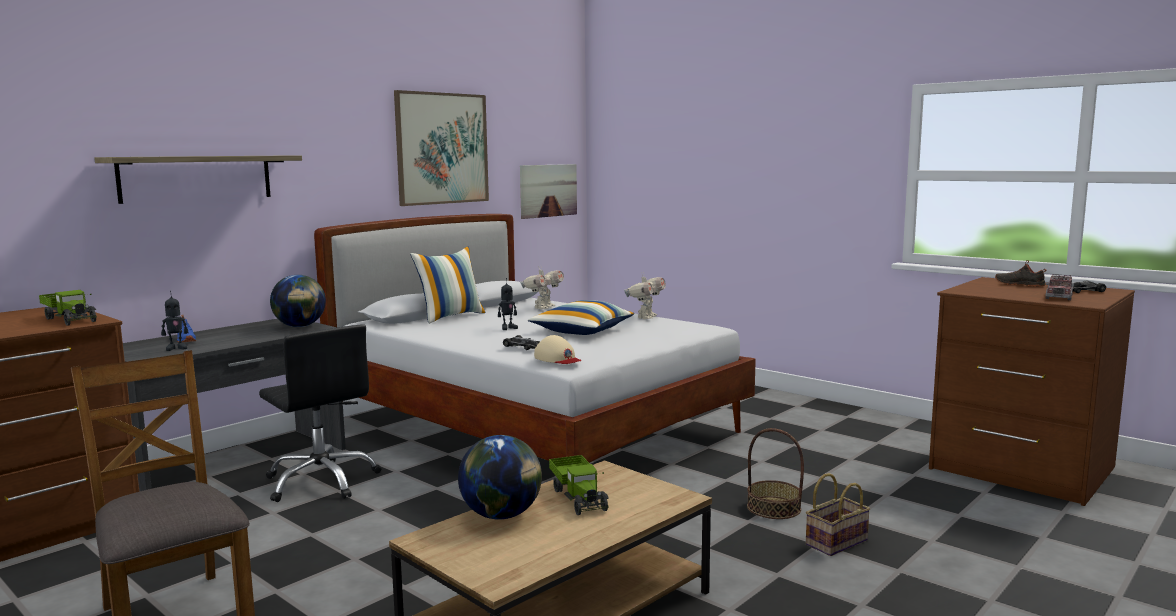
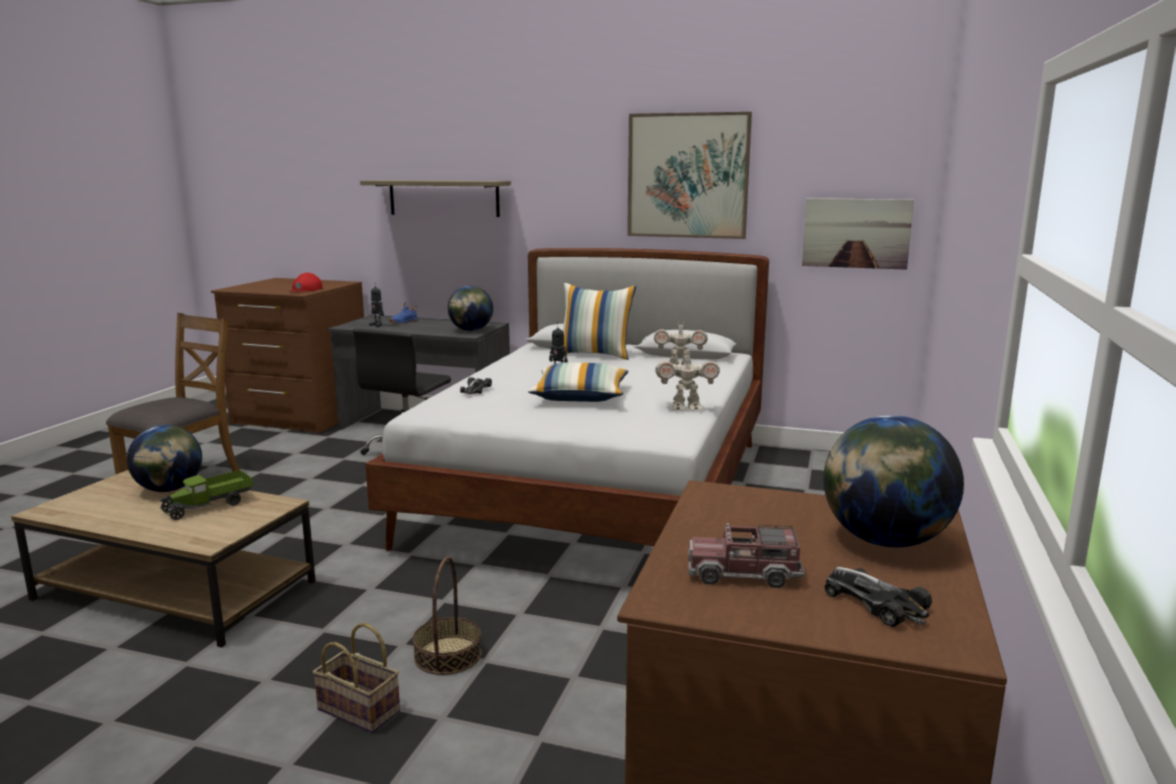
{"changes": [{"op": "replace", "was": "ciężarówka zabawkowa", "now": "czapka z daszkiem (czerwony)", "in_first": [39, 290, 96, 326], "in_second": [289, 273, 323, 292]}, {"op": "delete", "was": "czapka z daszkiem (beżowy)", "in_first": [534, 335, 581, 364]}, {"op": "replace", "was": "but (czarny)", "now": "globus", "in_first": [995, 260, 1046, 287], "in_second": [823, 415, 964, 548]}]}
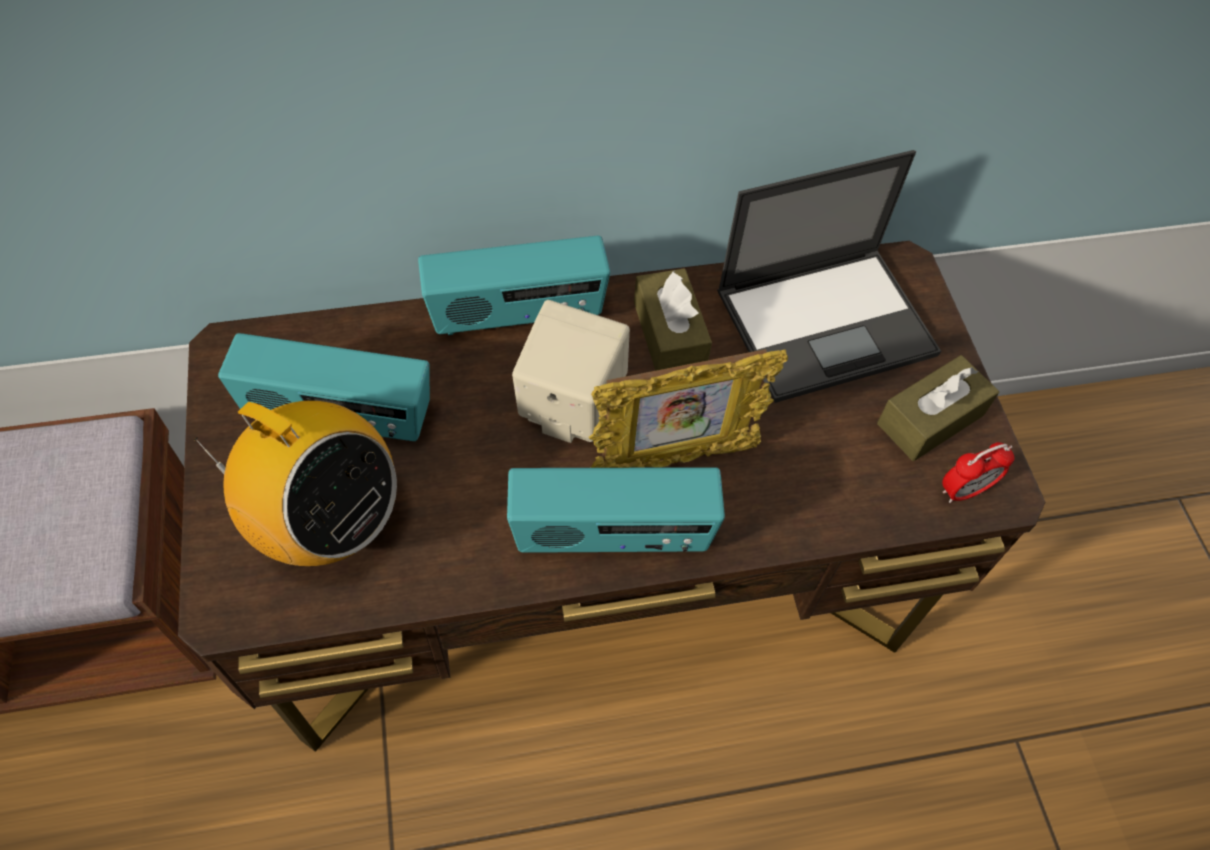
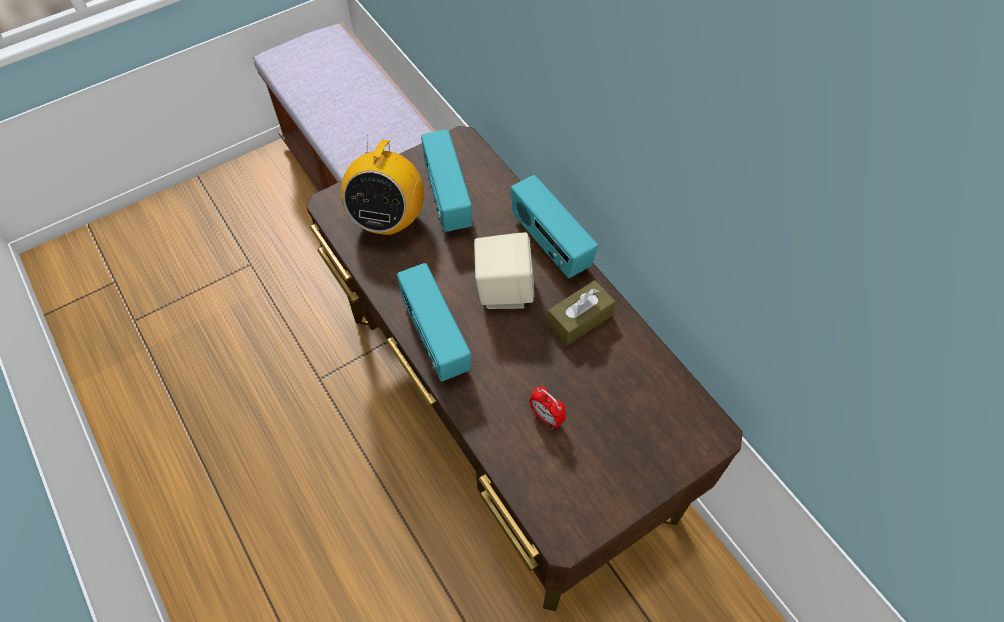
{"changes": [{"op": "delete", "was": "ramka na zdjęcie", "in_first": [589, 349, 788, 468]}, {"op": "delete", "was": "laptop", "in_first": [717, 150, 941, 403]}, {"op": "delete", "was": "pudełko chusteczek (brązowy)", "in_first": [877, 355, 999, 461]}, {"op": "move", "was": "budzik", "in_first": [942, 442, 1015, 503], "in_second": [529, 387, 566, 429]}]}
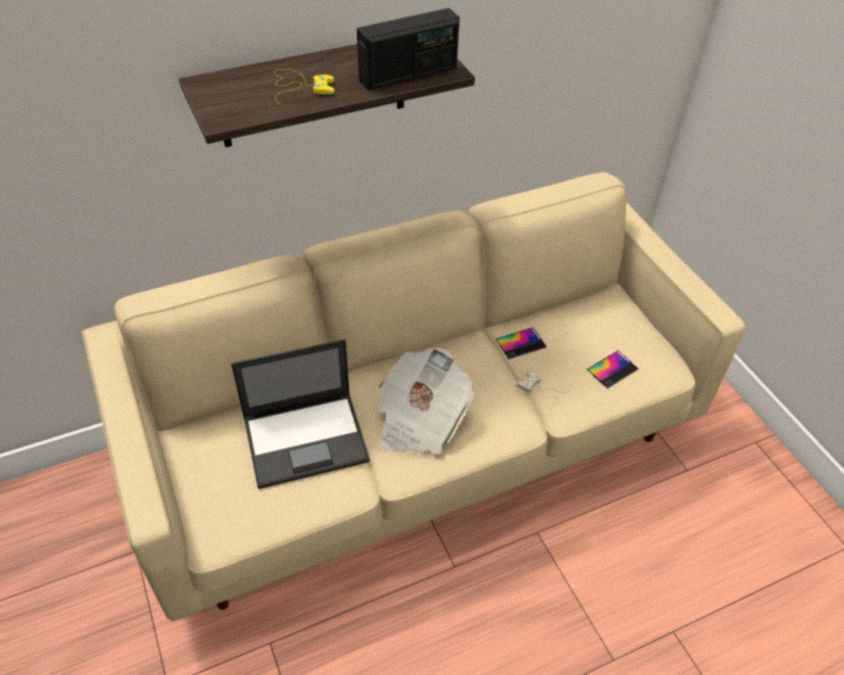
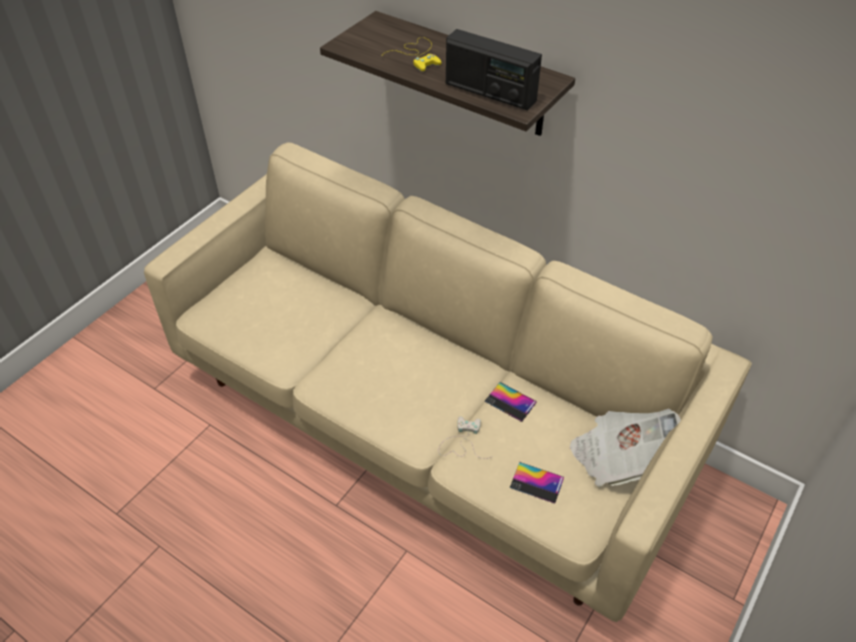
{"changes": [{"op": "delete", "was": "laptop", "in_first": [231, 339, 370, 489]}, {"op": "move", "was": "gazeta", "in_first": [377, 347, 474, 454], "in_second": [570, 409, 681, 487]}]}
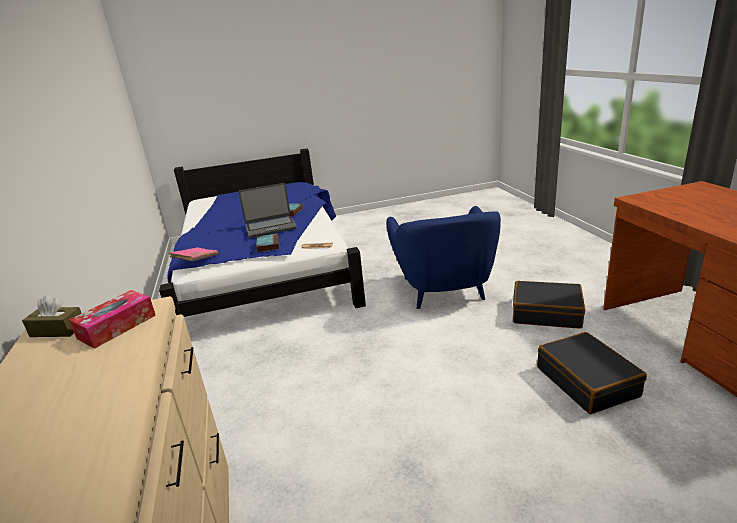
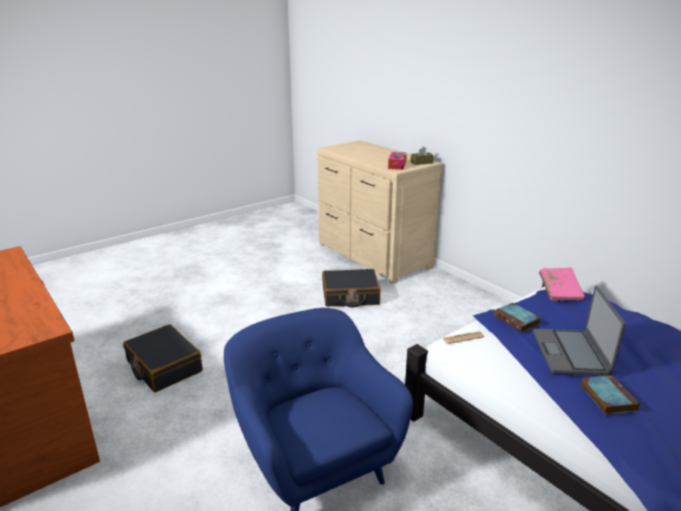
{"changes": [{"op": "rotate", "was": "laptop", "in_first": [238, 183, 297, 238], "in_second": [533, 286, 626, 376], "clockwise": -45}, {"op": "move", "was": "walizka (czarny)", "in_first": [513, 281, 585, 329], "in_second": [322, 269, 380, 307]}]}
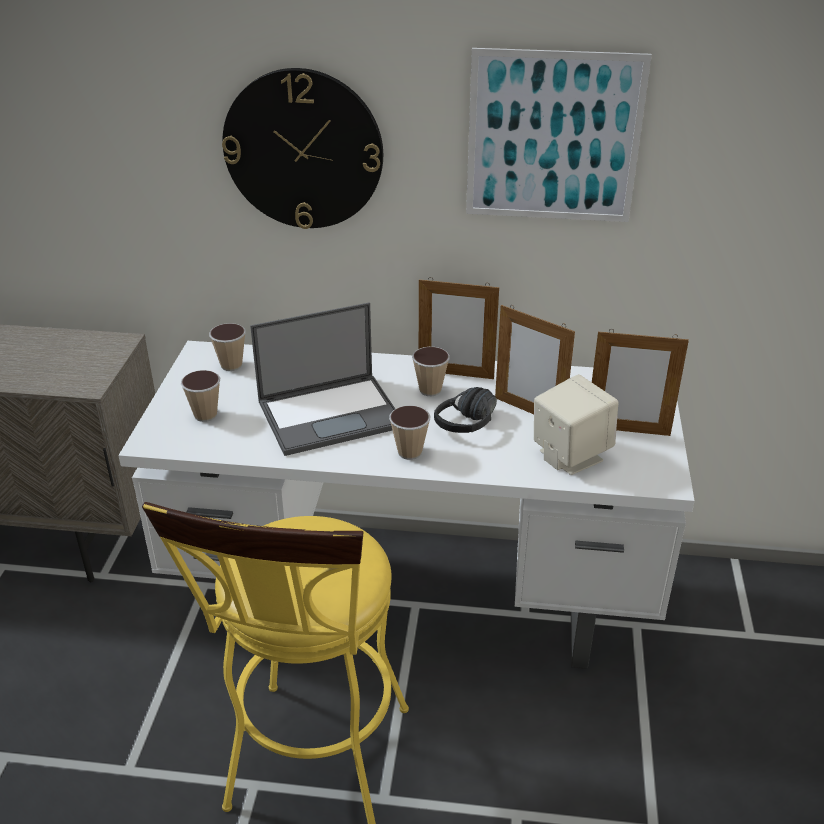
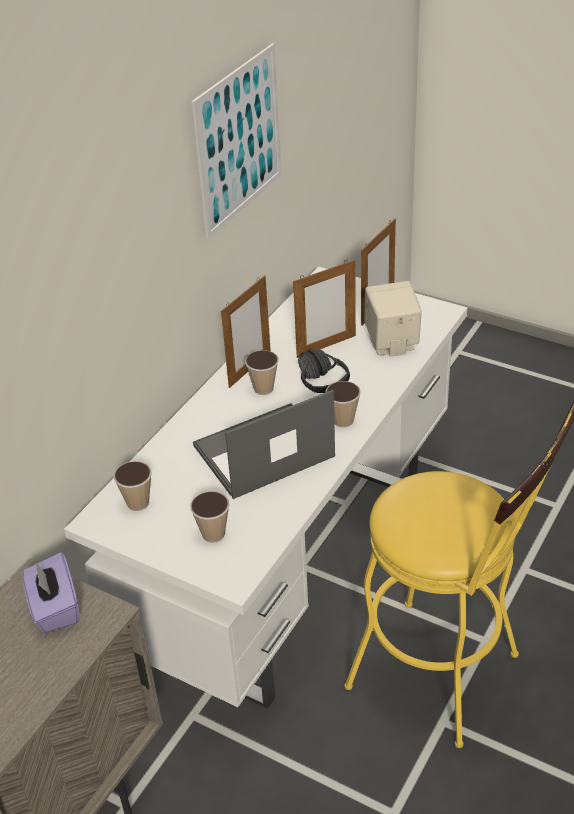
{"changes": [{"op": "delete", "was": "zegar ścienny", "in_first": [222, 68, 383, 229]}, {"op": "rotate", "was": "laptop", "in_first": [250, 302, 395, 456], "in_second": [193, 390, 335, 499], "clockwise": -120}, {"op": "insert", "now": "pudełko chusteczek (fioletowy)", "in_second": [22, 552, 80, 633]}]}
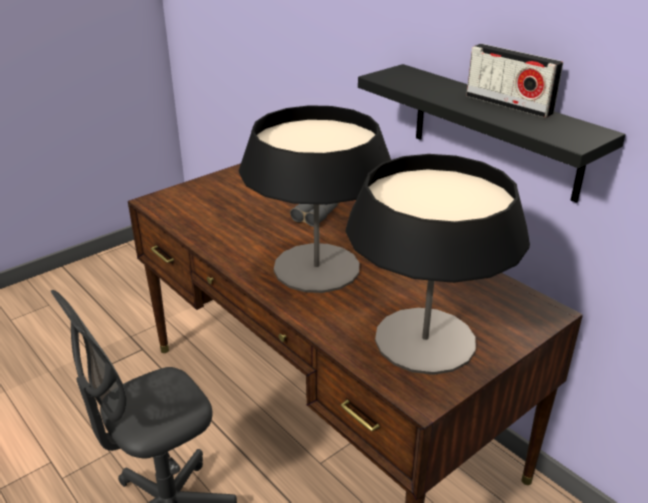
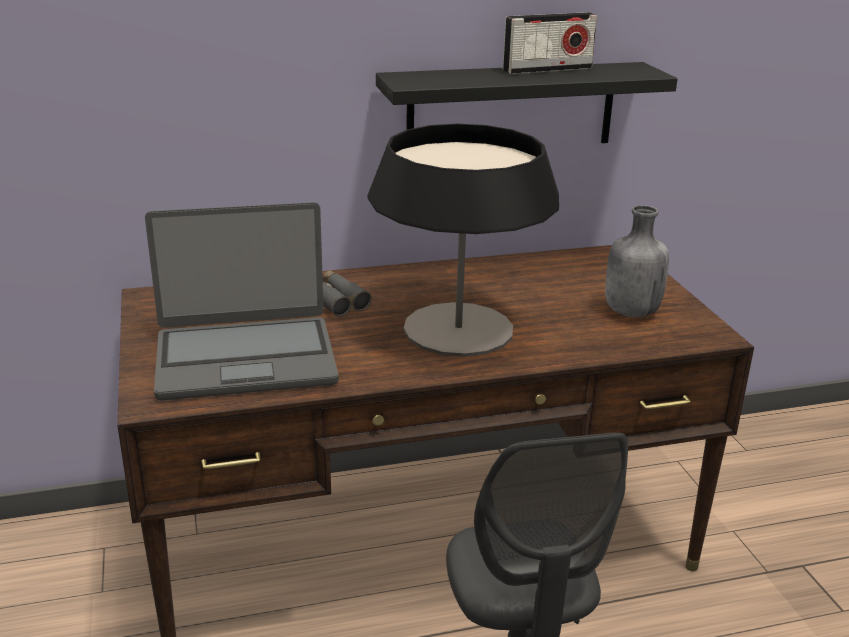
{"changes": [{"op": "replace", "was": "lampa stołowa", "now": "butelka (szary)", "in_first": [346, 154, 530, 375], "in_second": [605, 205, 669, 317]}, {"op": "insert", "now": "laptop", "in_second": [145, 202, 339, 400]}]}
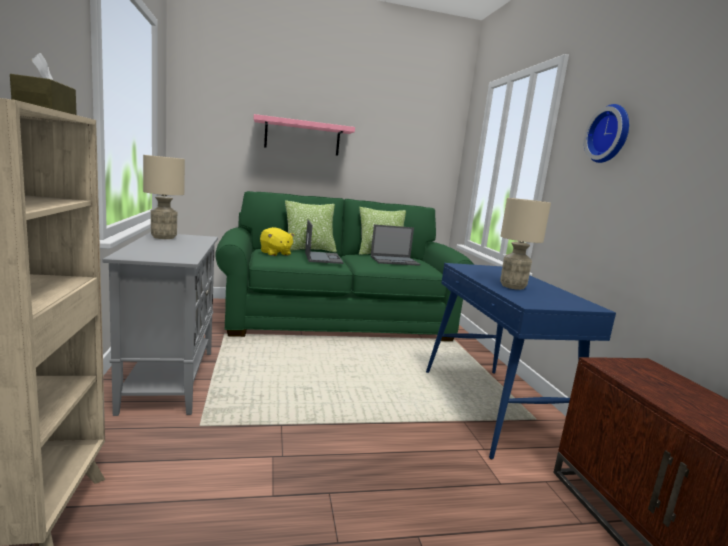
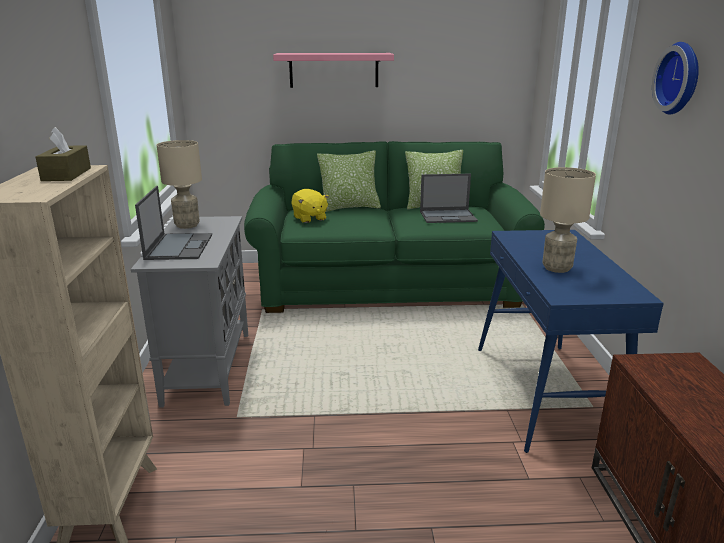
{"changes": [{"op": "move", "was": "laptop", "in_first": [305, 219, 343, 264], "in_second": [135, 186, 212, 260]}]}
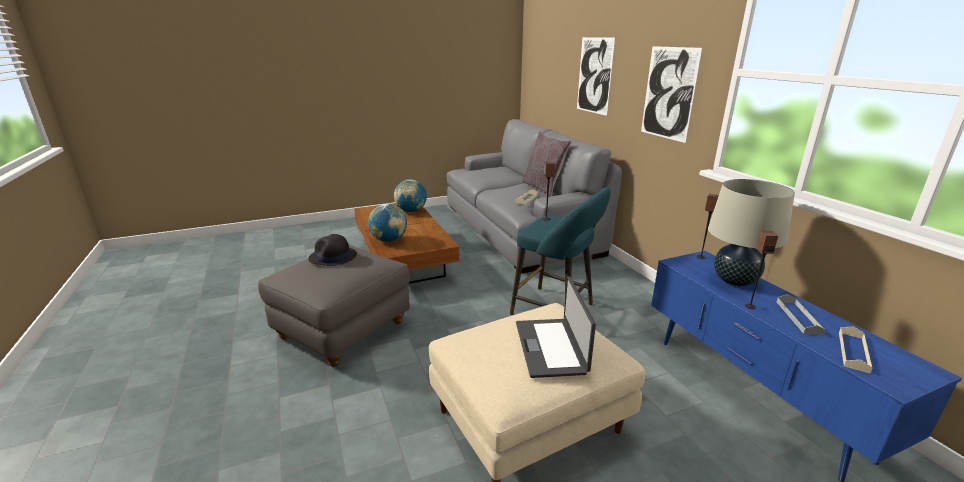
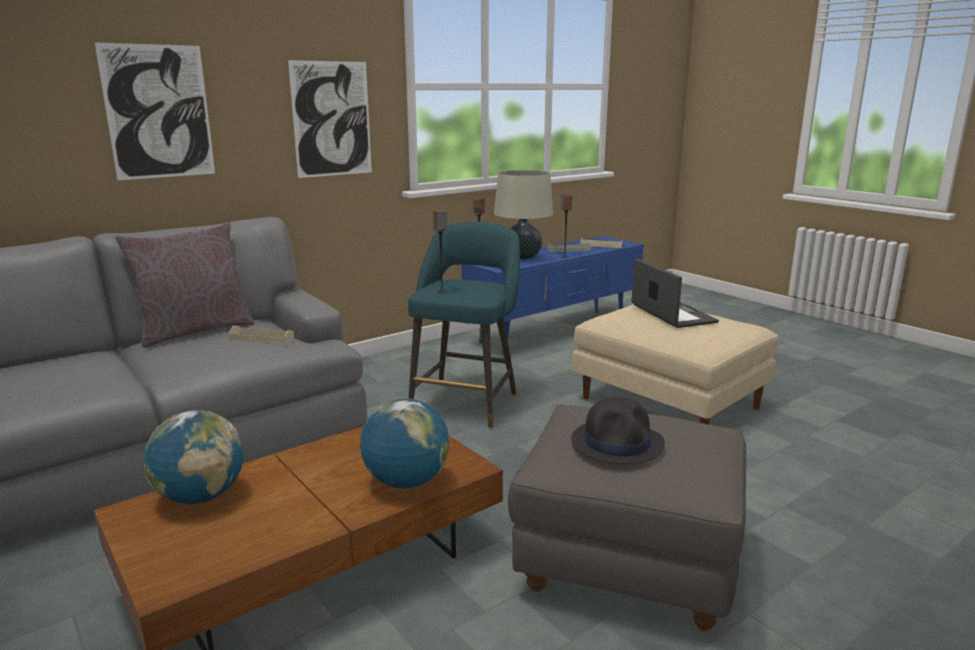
{"changes": [{"op": "rotate", "was": "laptop", "in_first": [516, 276, 596, 378], "in_second": [632, 259, 719, 328], "clockwise": -90}]}
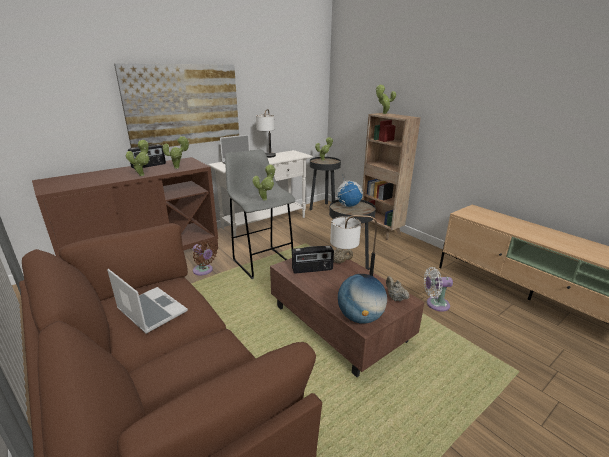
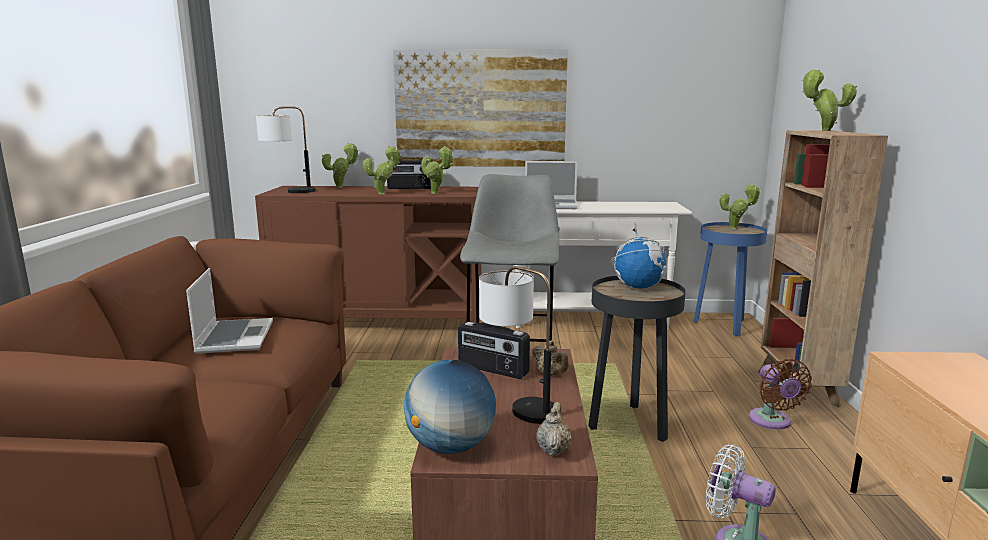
{"changes": [{"op": "move", "was": "wentylator (brązowy)", "in_first": [193, 240, 217, 275], "in_second": [749, 359, 812, 429]}, {"op": "move", "was": "roślina doniczkowa", "in_first": [252, 164, 275, 200], "in_second": [322, 143, 359, 188]}, {"op": "move", "was": "lampa stołowa", "in_first": [256, 109, 276, 158], "in_second": [256, 106, 315, 193]}, {"op": "recolor", "was": "stolik (czarny)", "now": "stolik (niebieski)", "in_first": [310, 157, 341, 210], "in_second": [693, 222, 767, 337]}]}
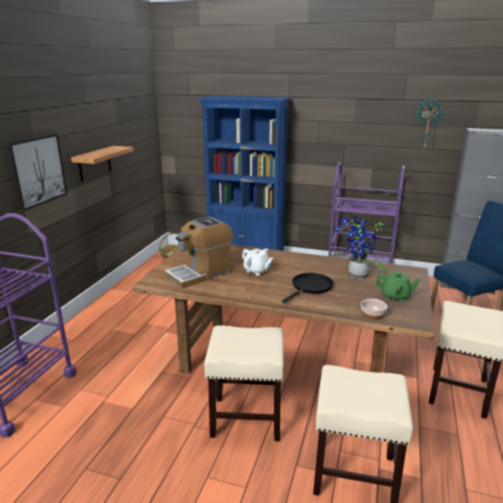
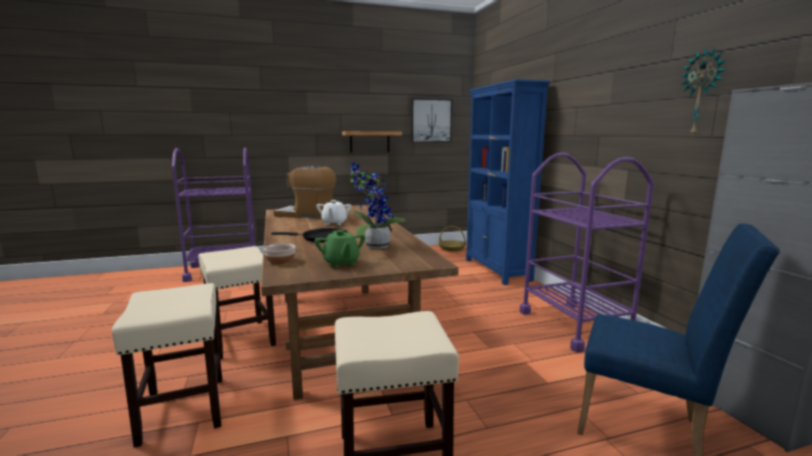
{"changes": [{"op": "move", "was": "obraz", "in_first": [6, 134, 67, 211], "in_second": [411, 98, 452, 142]}]}
